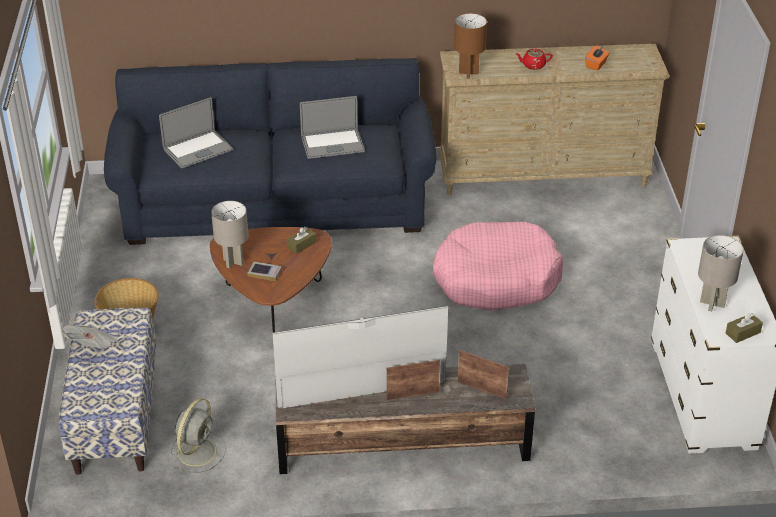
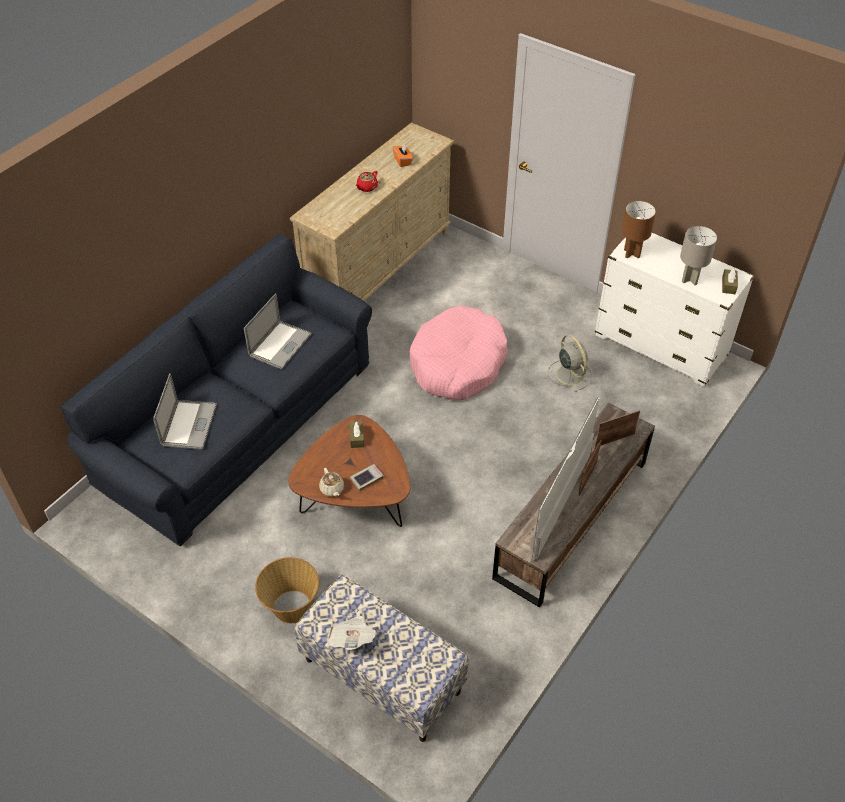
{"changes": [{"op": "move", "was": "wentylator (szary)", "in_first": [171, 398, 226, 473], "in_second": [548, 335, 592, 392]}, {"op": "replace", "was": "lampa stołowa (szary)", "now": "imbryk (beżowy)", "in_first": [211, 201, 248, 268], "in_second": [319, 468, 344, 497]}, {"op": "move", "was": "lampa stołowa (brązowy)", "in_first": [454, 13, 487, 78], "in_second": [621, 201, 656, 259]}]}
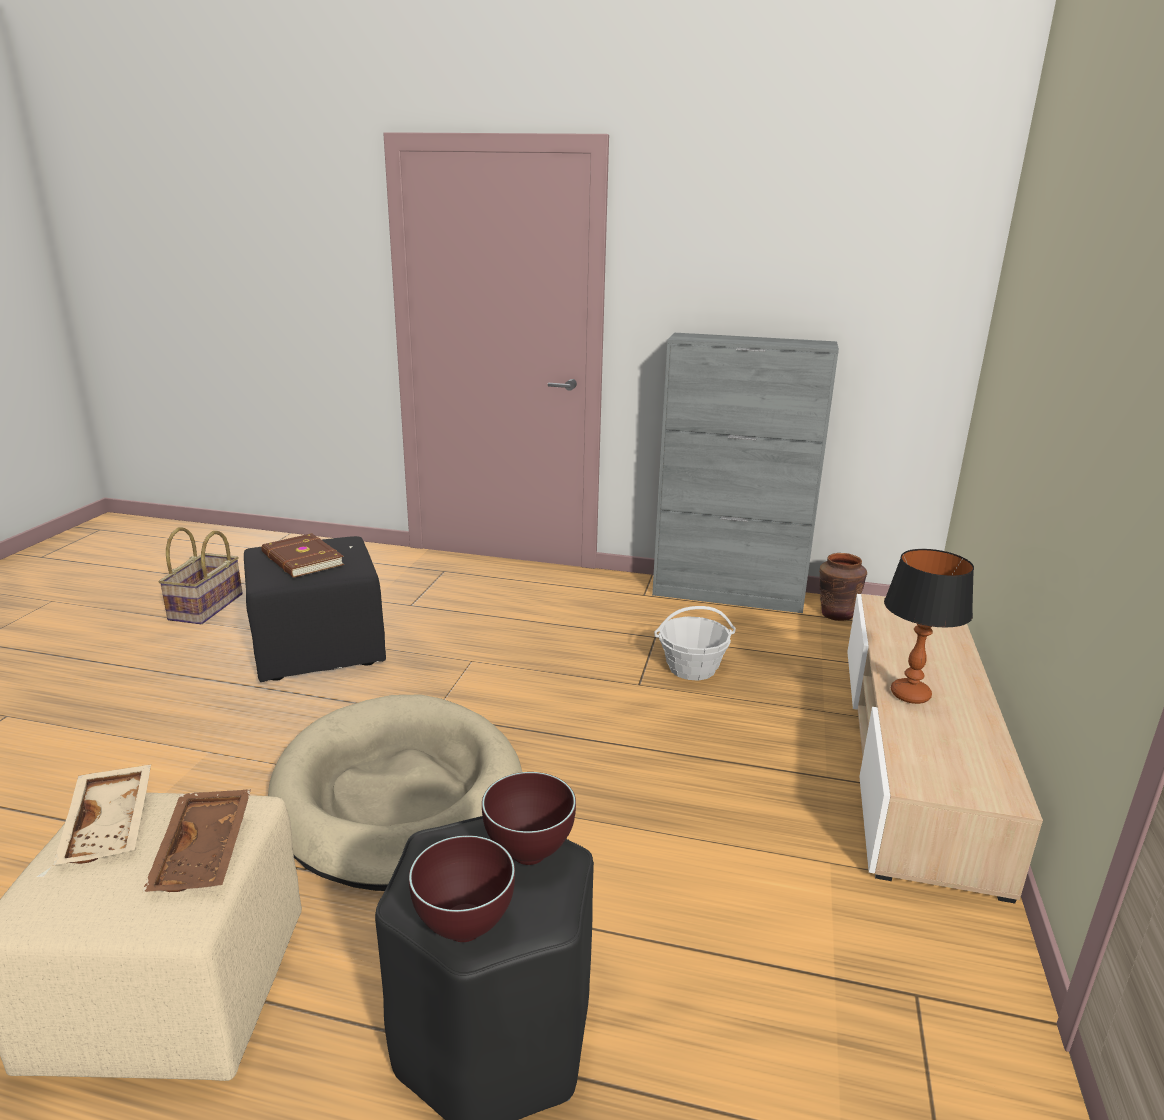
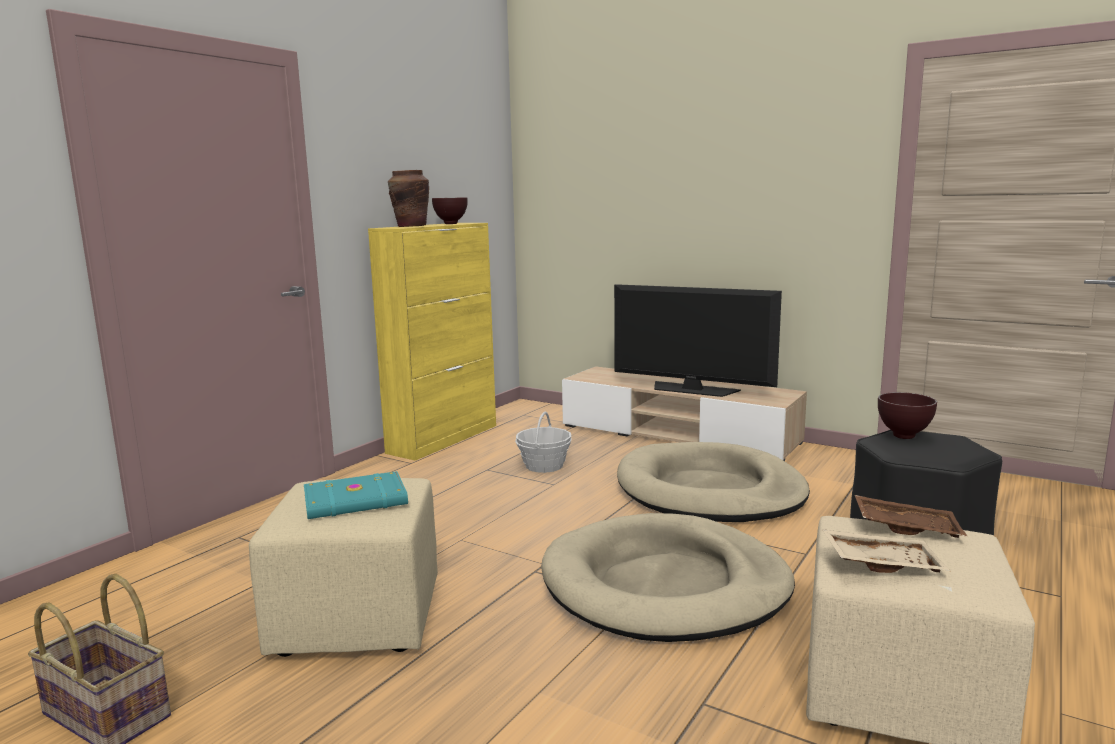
{"changes": [{"op": "recolor", "was": "pufa (czarny)", "now": "pufa (beżowy)", "in_first": [244, 536, 386, 682], "in_second": [249, 478, 438, 657]}, {"op": "recolor", "was": "książka (brązowy)", "now": "książka (turkusowy)", "in_first": [261, 533, 344, 578], "in_second": [304, 471, 408, 519]}, {"op": "move", "was": "miska (brązowy)", "in_first": [409, 835, 515, 942], "in_second": [432, 197, 468, 224]}, {"op": "recolor", "was": "szafka (szary)", "now": "szafka (żółty)", "in_first": [652, 333, 839, 613], "in_second": [368, 223, 496, 461]}, {"op": "move", "was": "wazon (brązowy)", "in_first": [819, 553, 867, 621], "in_second": [388, 170, 429, 227]}, {"op": "replace", "was": "lampa stołowa", "now": "telewizor", "in_first": [884, 549, 974, 704], "in_second": [614, 284, 782, 397]}, {"op": "insert", "now": "legowisko (beżowy)", "in_second": [617, 442, 810, 522]}]}
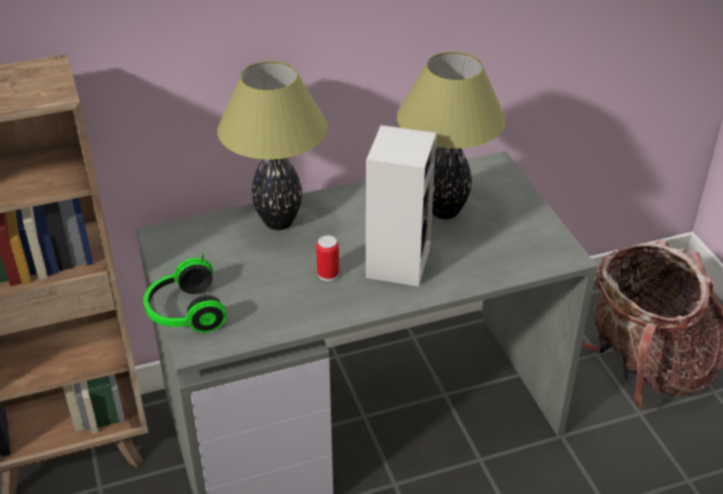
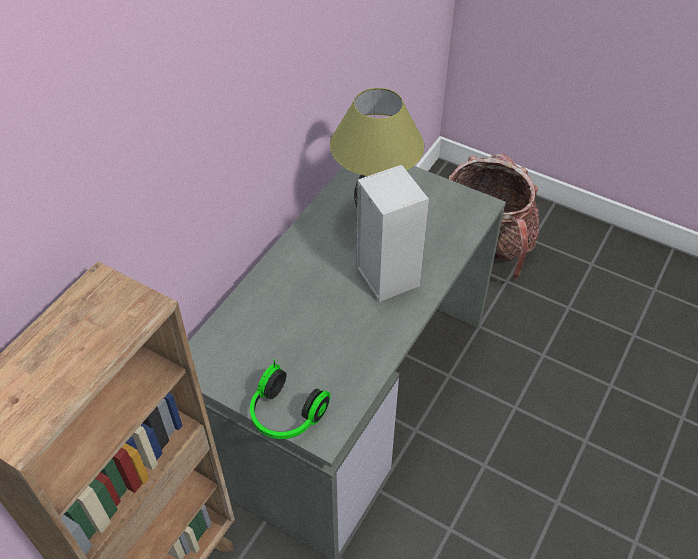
{"changes": [{"op": "delete", "was": "lampa stołowa", "in_first": [217, 61, 328, 230]}, {"op": "delete", "was": "puszka", "in_first": [316, 235, 339, 281]}]}
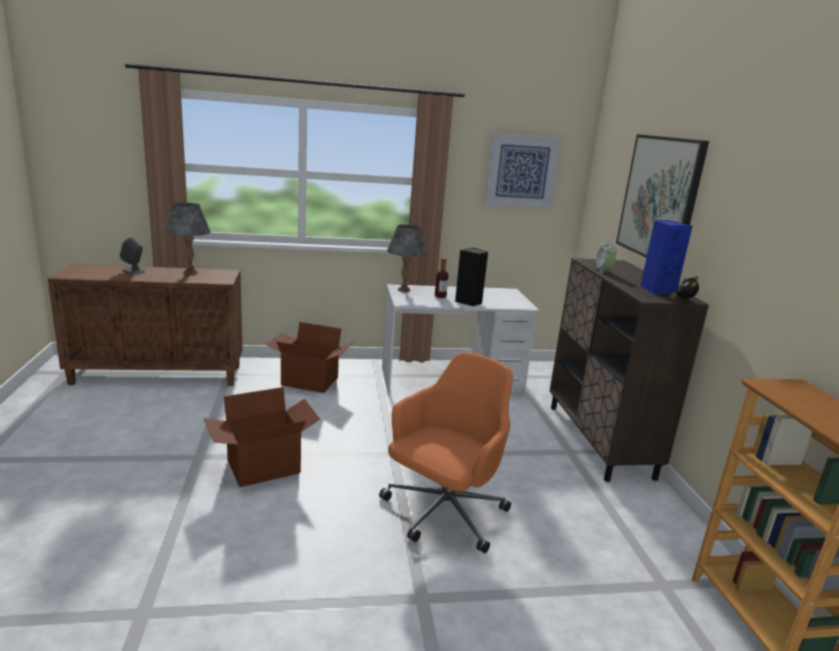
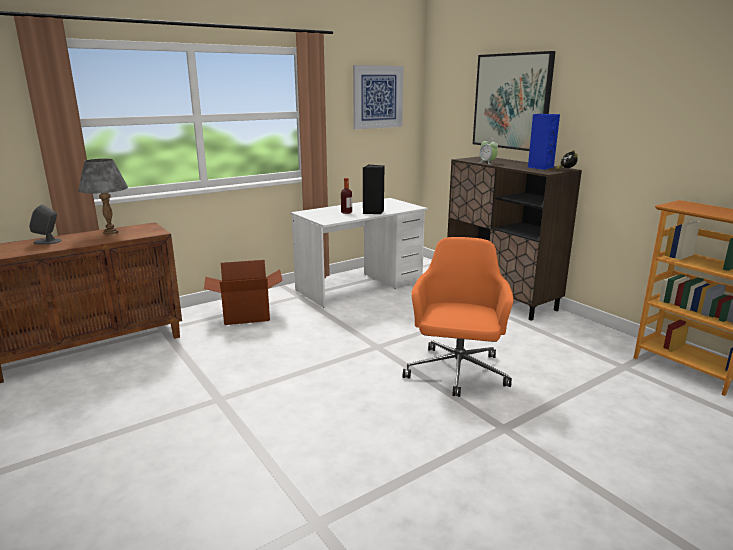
{"changes": [{"op": "delete", "was": "karton", "in_first": [204, 387, 320, 487]}, {"op": "delete", "was": "lampa stołowa (szary)", "in_first": [387, 224, 427, 292]}]}
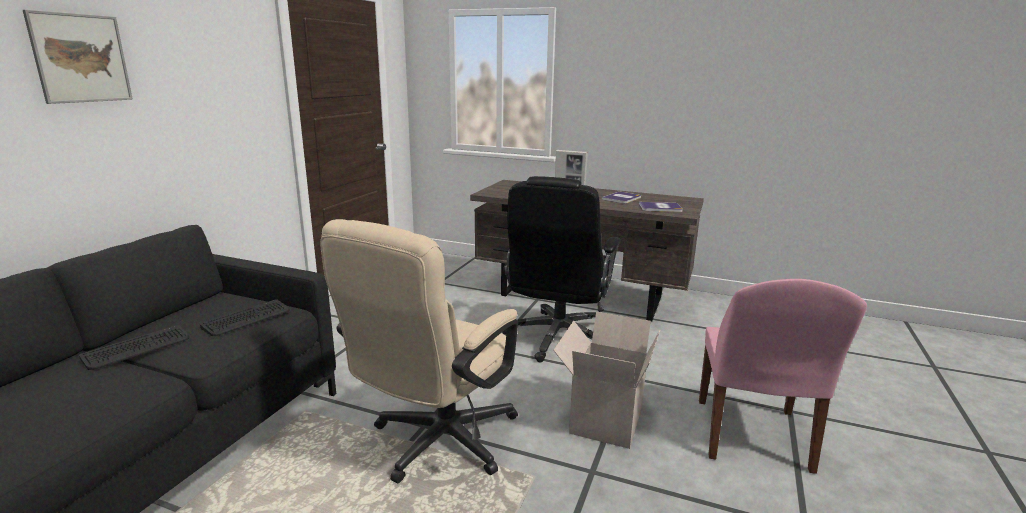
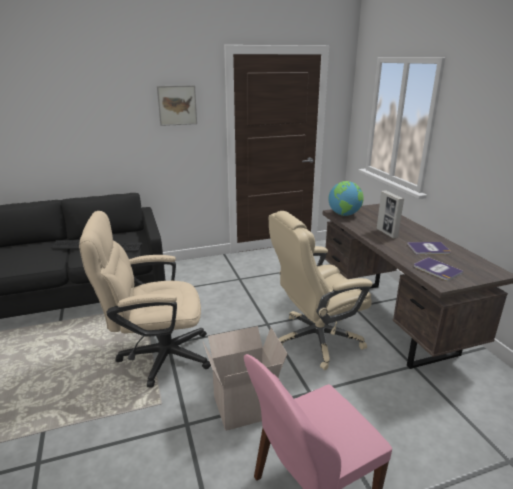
{"changes": [{"op": "move", "was": "obraz", "in_first": [23, 10, 133, 104], "in_second": [157, 85, 197, 126]}, {"op": "recolor", "was": "krzesło biurowe (czarny)", "now": "krzesło biurowe (beżowy)", "in_first": [502, 176, 621, 362], "in_second": [269, 211, 373, 370]}, {"op": "insert", "now": "globus", "in_second": [329, 181, 363, 216]}]}
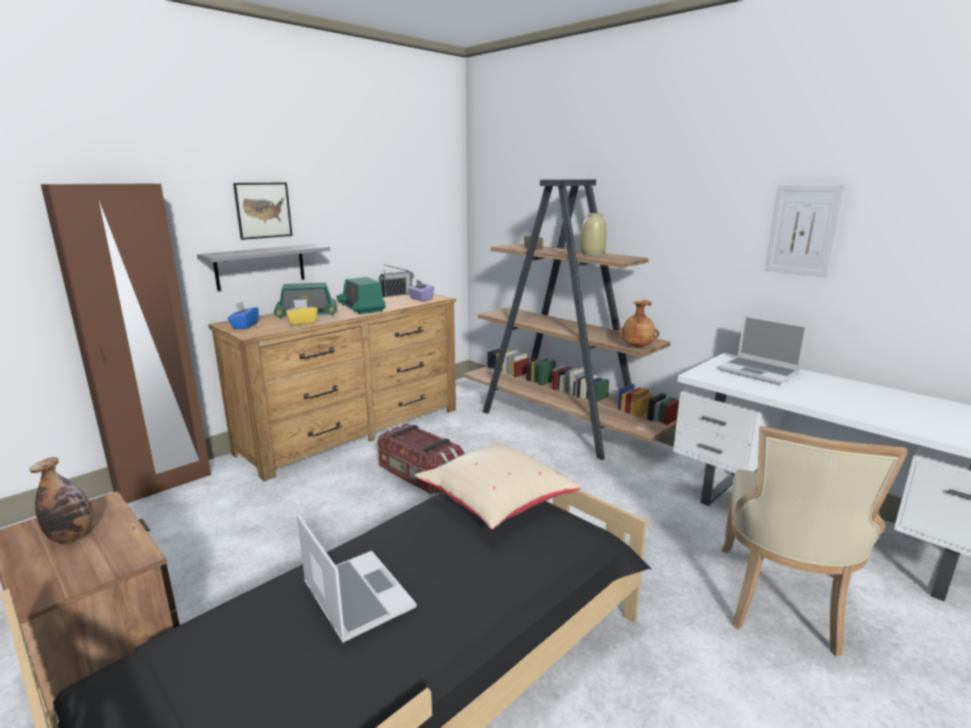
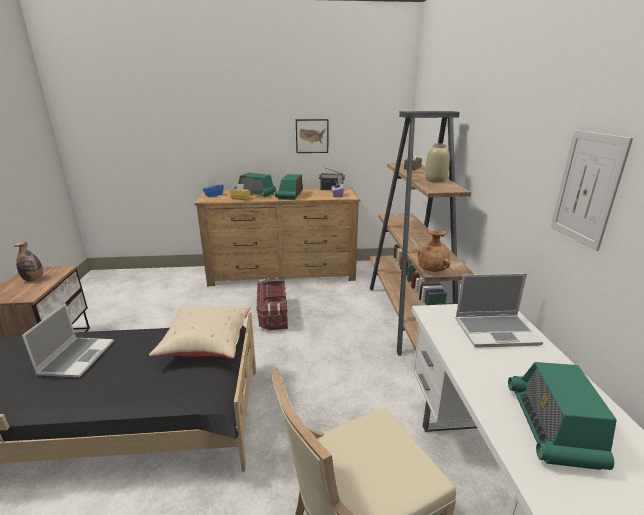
{"changes": [{"op": "delete", "was": "szafa (brązowy)", "in_first": [41, 184, 211, 503]}, {"op": "delete", "was": "półka (szary)", "in_first": [197, 244, 330, 291]}, {"op": "move", "was": "obraz", "in_first": [233, 182, 293, 240], "in_second": [296, 119, 329, 153]}, {"op": "rotate", "was": "laptop", "in_first": [718, 315, 808, 385], "in_second": [455, 273, 543, 348], "clockwise": -90}, {"op": "insert", "now": "radio", "in_second": [508, 362, 617, 470]}]}
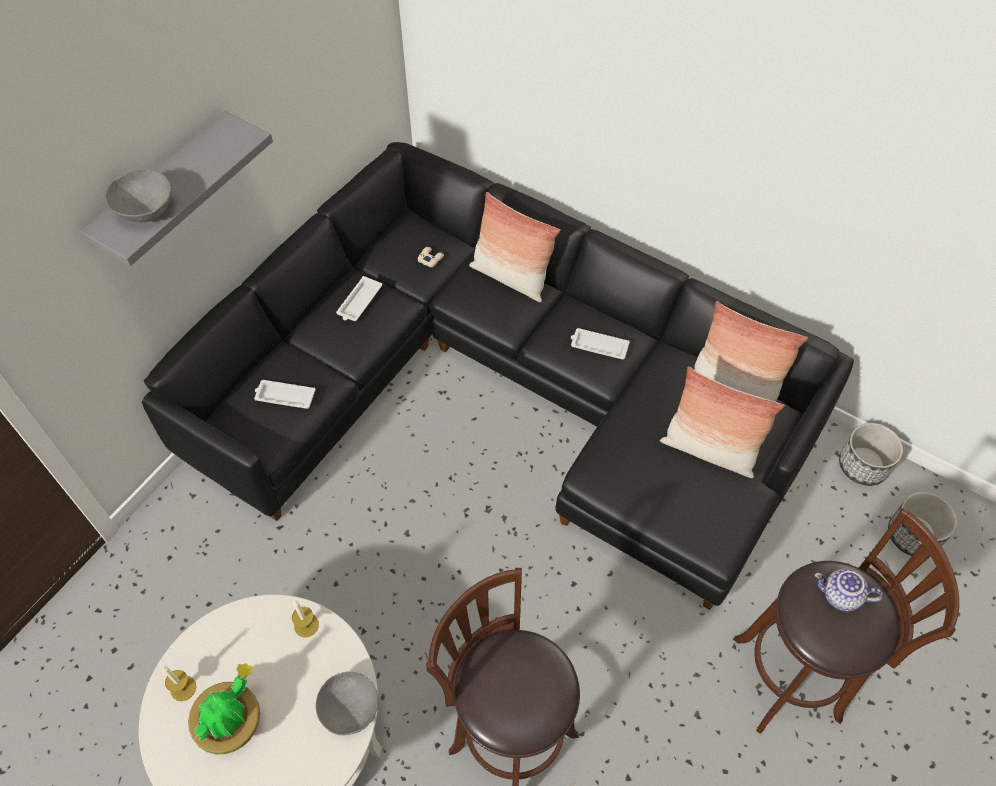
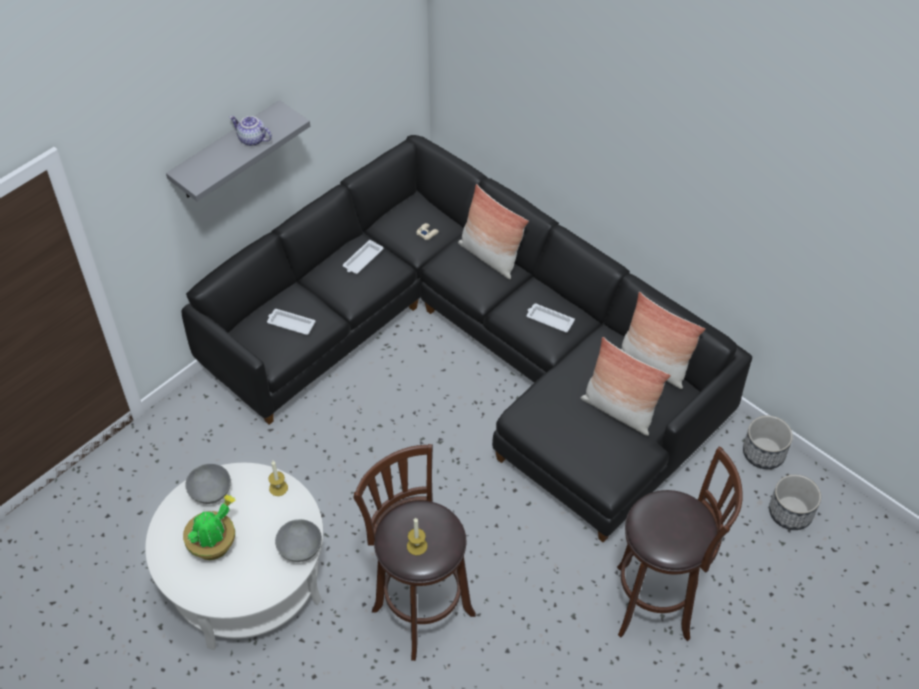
{"changes": [{"op": "move", "was": "miska (szary)", "in_first": [105, 170, 172, 222], "in_second": [186, 464, 231, 504]}, {"op": "move", "was": "świeca", "in_first": [162, 666, 196, 701], "in_second": [407, 518, 427, 555]}, {"op": "move", "was": "imbryk", "in_first": [814, 569, 883, 611], "in_second": [229, 116, 272, 146]}]}
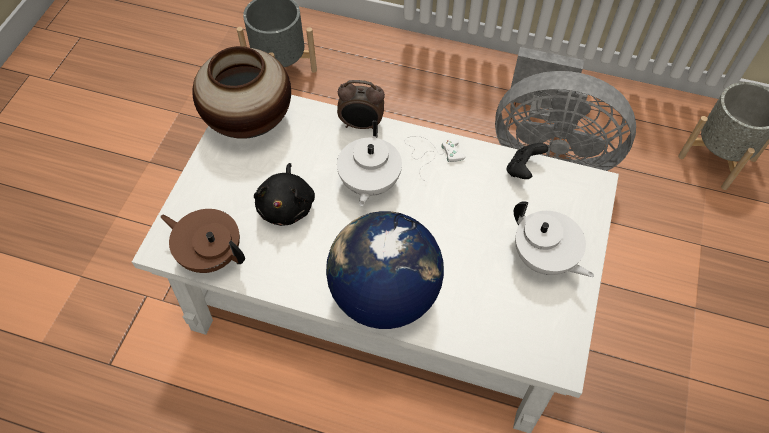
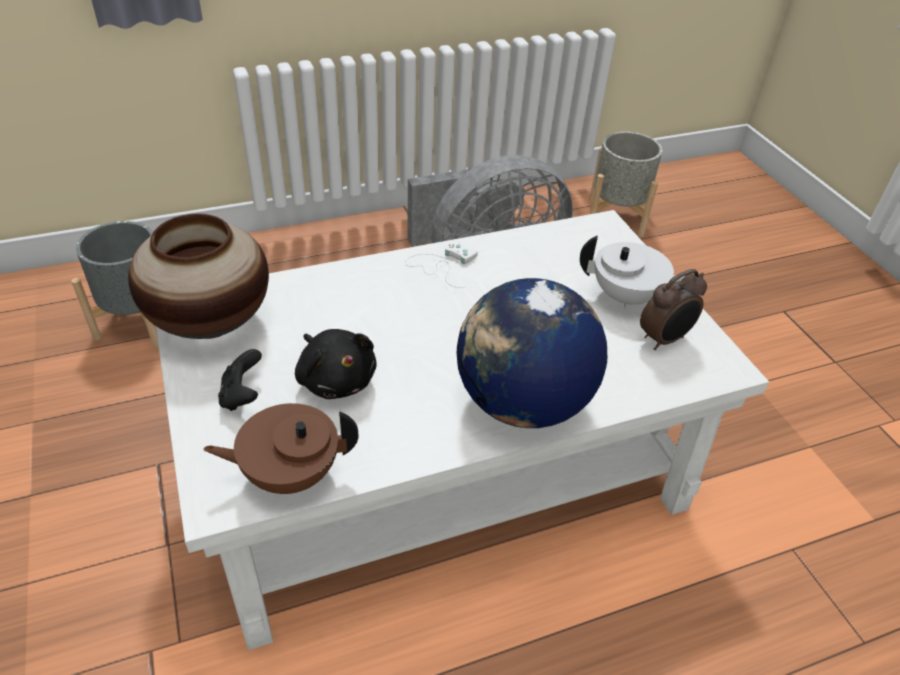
{"changes": [{"op": "move", "was": "budzik", "in_first": [337, 80, 385, 129], "in_second": [640, 269, 707, 350]}, {"op": "delete", "was": "imbryk (biały)", "in_first": [337, 120, 402, 206]}, {"op": "move", "was": "pad do gier (czarny)", "in_first": [507, 143, 548, 179], "in_second": [218, 349, 262, 411]}]}
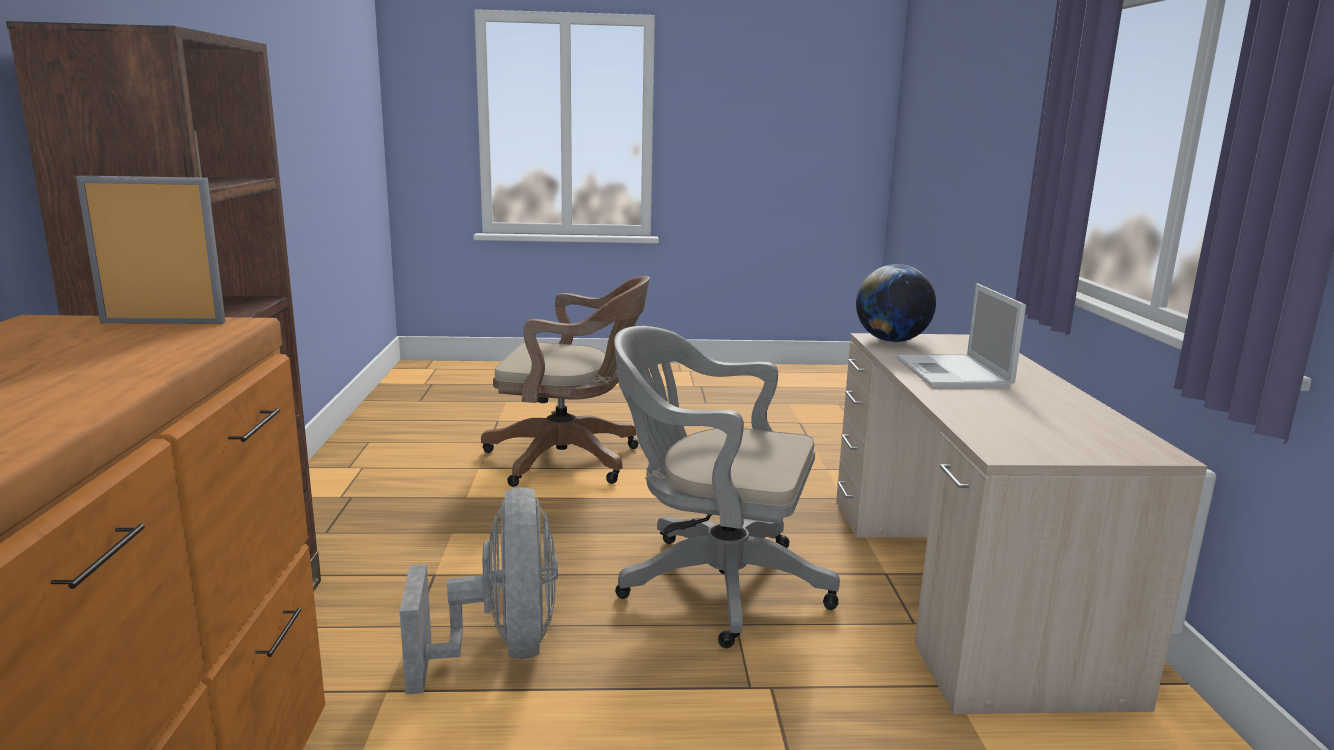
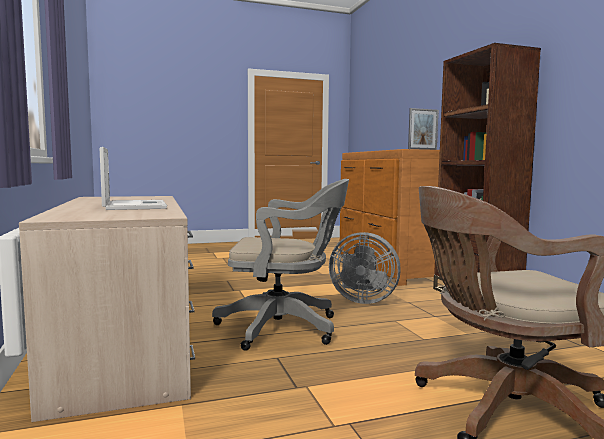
{"changes": [{"op": "rotate", "was": "wentylator (szary)", "in_first": [400, 487, 558, 695], "in_second": [329, 232, 401, 304], "clockwise": -45}, {"op": "delete", "was": "globus", "in_first": [856, 264, 936, 342]}]}
